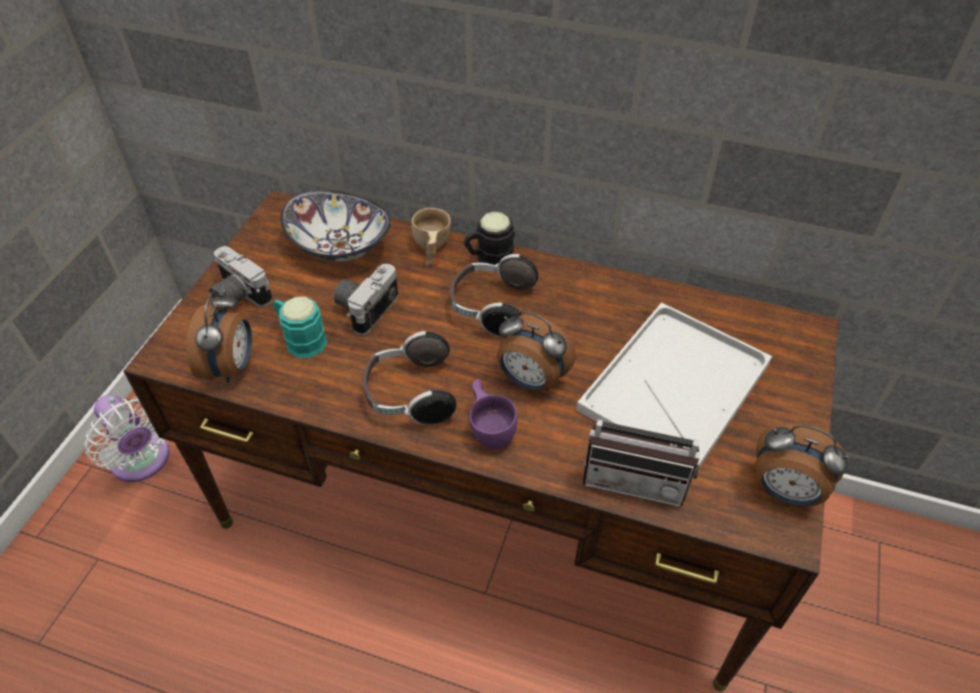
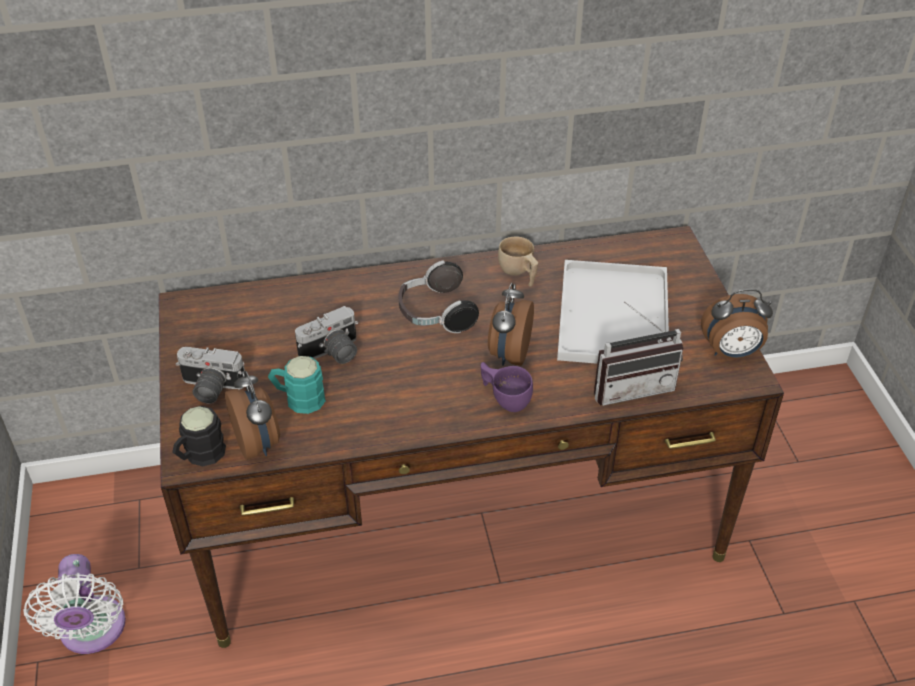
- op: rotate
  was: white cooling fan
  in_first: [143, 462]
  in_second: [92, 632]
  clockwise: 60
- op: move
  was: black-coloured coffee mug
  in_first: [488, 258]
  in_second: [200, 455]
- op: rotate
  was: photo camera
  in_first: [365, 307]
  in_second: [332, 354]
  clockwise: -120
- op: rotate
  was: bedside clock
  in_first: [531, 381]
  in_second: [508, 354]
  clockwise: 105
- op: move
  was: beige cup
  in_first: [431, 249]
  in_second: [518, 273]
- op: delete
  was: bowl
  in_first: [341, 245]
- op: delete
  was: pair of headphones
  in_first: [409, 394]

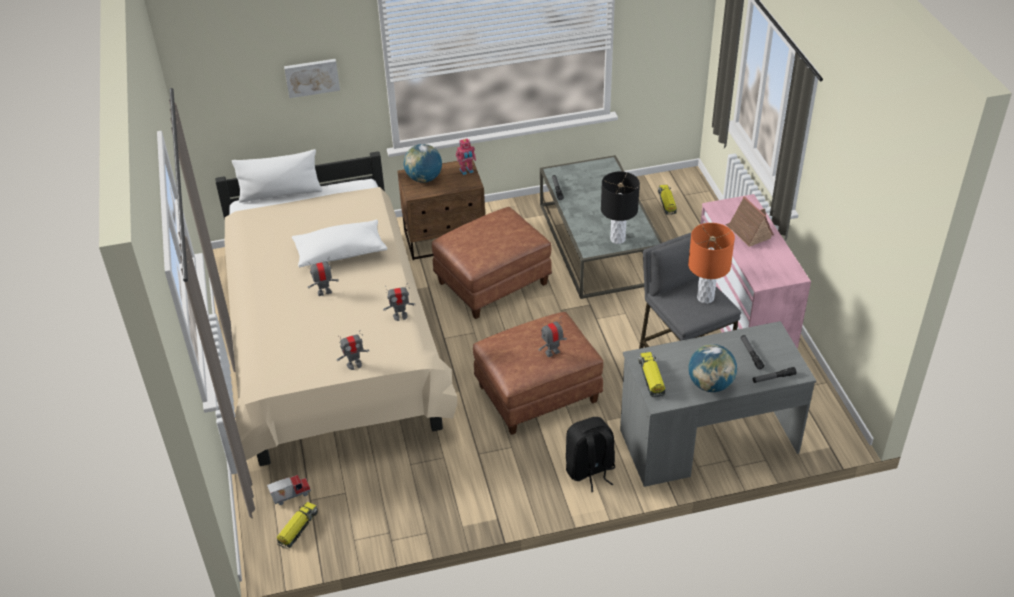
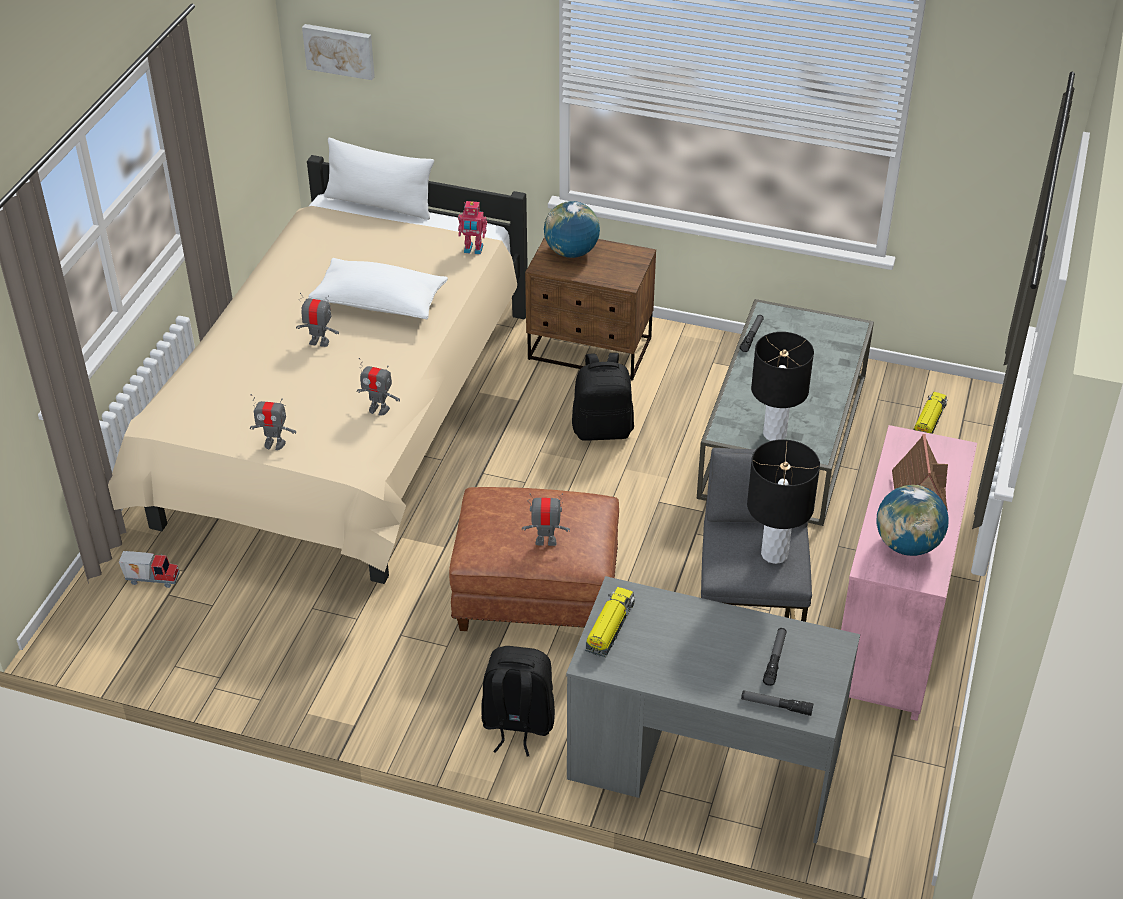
- op: move
  was: wall art
  in_first: [312, 77]
  in_second: [339, 50]
- op: move
  was: robot figure
  in_first: [466, 171]
  in_second: [473, 250]
- op: replace
  was: brownish pouffe
  now: black-coloured backpack
  in_first: [493, 282]
  in_second: [603, 429]
- op: recolor
  was: orangey table lamp
  now: black-coloured table lamp
  in_first: [705, 297]
  in_second: [774, 553]
- op: move
  was: desk globe
  in_first: [710, 384]
  in_second: [907, 545]
- op: delete
  was: model truck
  in_first: [297, 528]

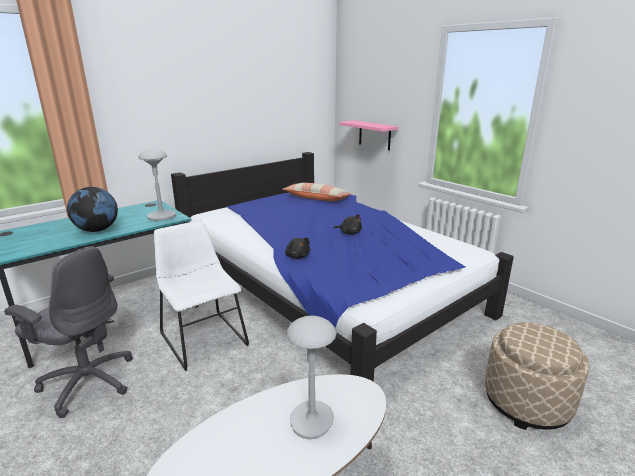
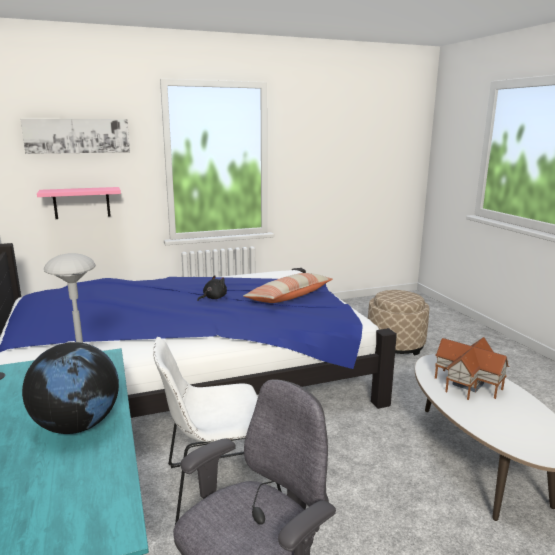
- op: insert
  now: wall art
  in_second: [77, 136]
- op: move
  was: cushion
  in_first: [317, 199]
  in_second: [289, 297]
- op: replace
  was: grey table lamp
  now: toy house
  in_first: [312, 421]
  in_second: [469, 383]
- op: delete
  was: black-coloured cuddly toy
  in_first: [297, 256]

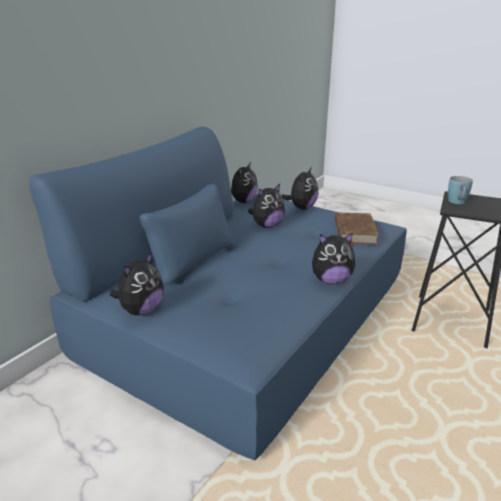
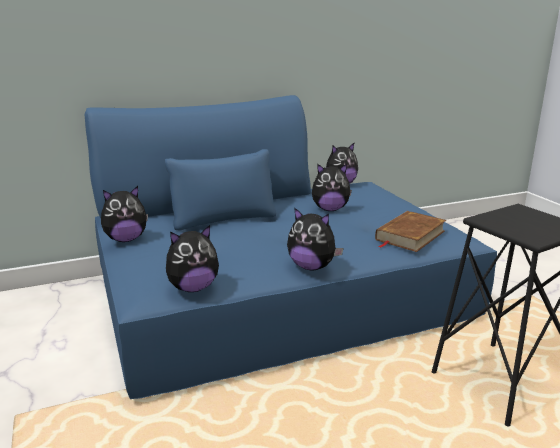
- op: move
  was: cuddly toy
  in_first: [301, 208]
  in_second: [193, 288]
- op: delete
  was: bluish coffee mug
  in_first: [457, 202]

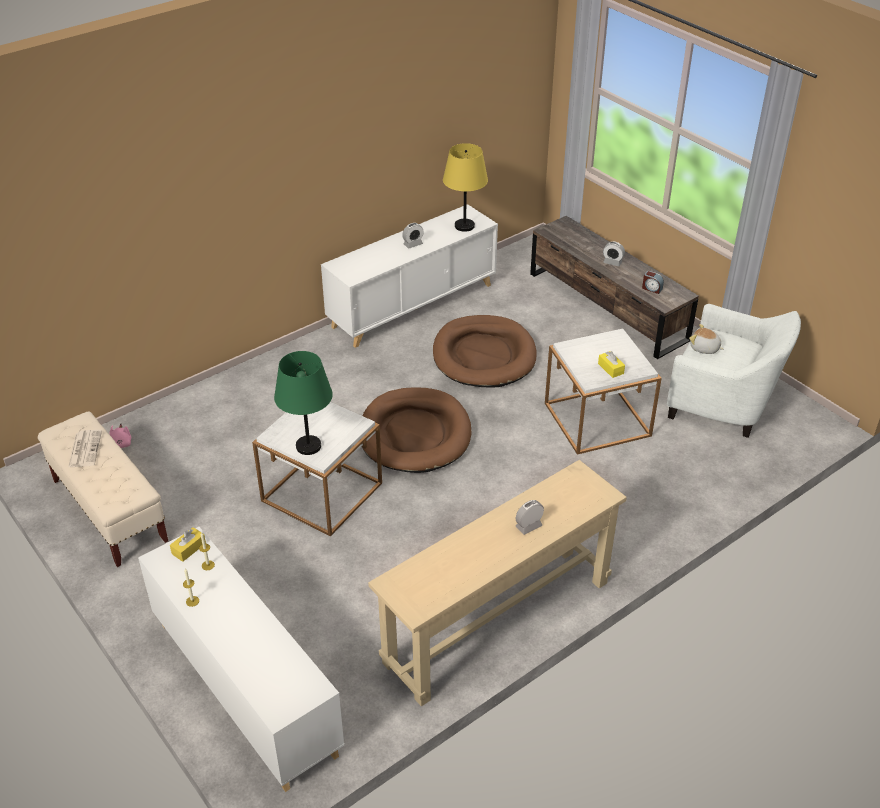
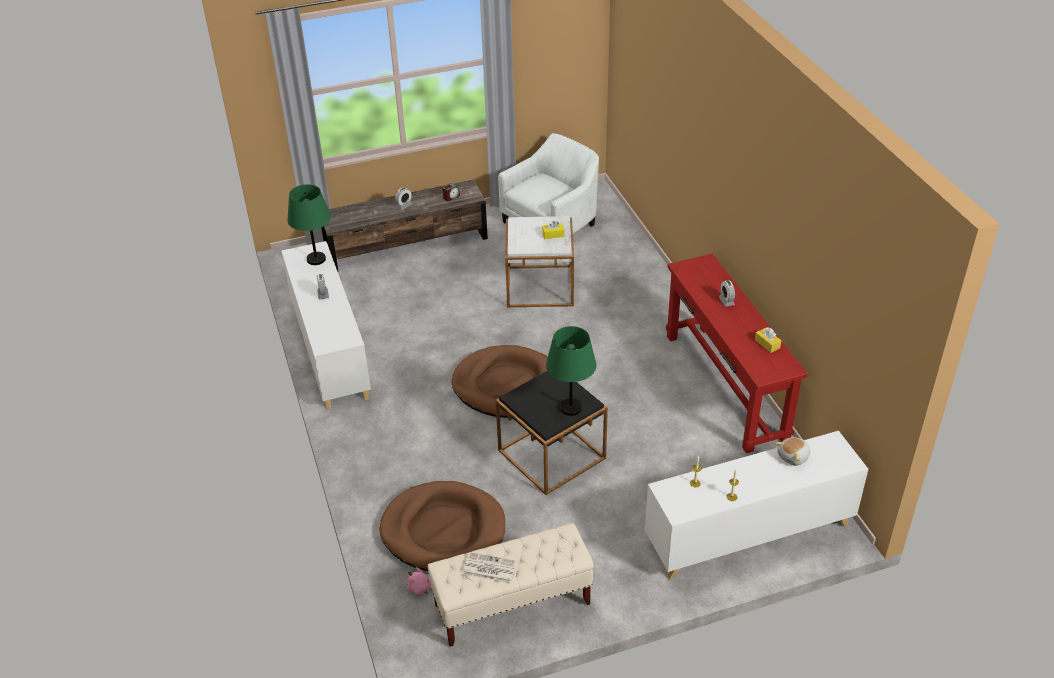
- op: recolor
  was: yellowish table lamp
  now: green table lamp
  in_first: [464, 226]
  in_second: [316, 259]
- op: move
  was: brownish pet bed
  in_first: [484, 355]
  in_second: [443, 530]
- op: recolor
  was: white side table
  now: black-coloured side table
  in_first: [322, 492]
  in_second: [551, 454]
- op: recolor
  was: beige hall table
  now: red hall table
  in_first: [498, 621]
  in_second: [725, 386]
- op: move
  was: yellowish box of tissues
  in_first: [189, 548]
  in_second: [767, 344]
- op: move
  was: cuddly toy
  in_first: [704, 348]
  in_second: [793, 457]

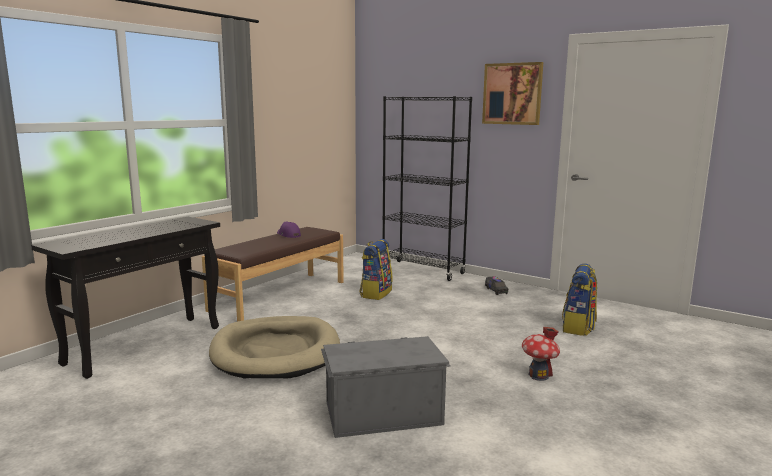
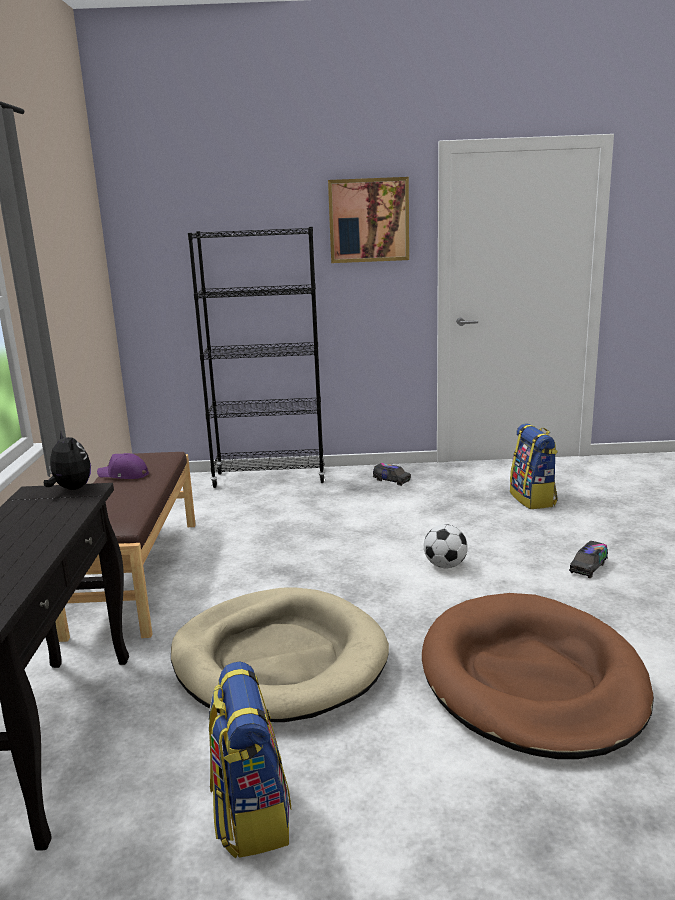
- op: insert
  now: cuddly toy
  in_second: [71, 489]
- op: move
  was: backpack
  in_first: [375, 293]
  in_second: [250, 814]
- op: replace
  was: grey storage bin
  now: brownish pet bed
  in_first: [382, 412]
  in_second: [531, 679]
- op: insert
  now: ball for football
  in_second: [445, 565]
- op: replace
  was: toy house
  now: model truck
  in_first: [538, 376]
  in_second: [588, 567]

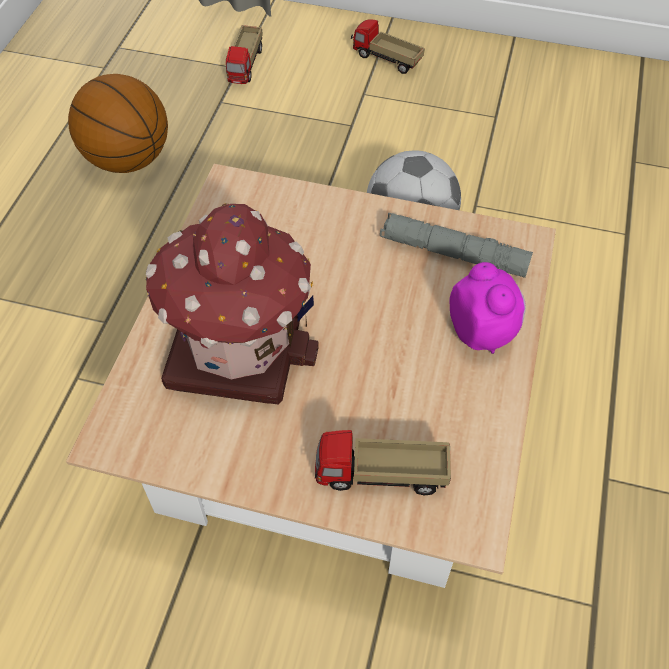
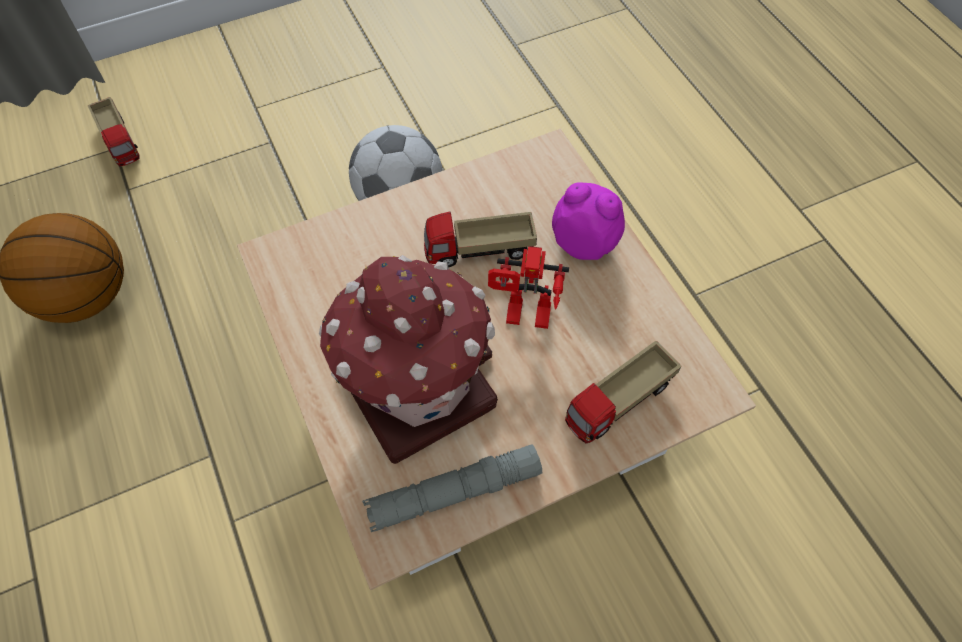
- op: move
  was: grey hand torch
  in_first: [453, 253]
  in_second: [453, 492]
- op: move
  was: model truck
  in_first: [386, 60]
  in_second: [479, 252]
- op: insert
  now: robot figure
  in_second: [524, 318]

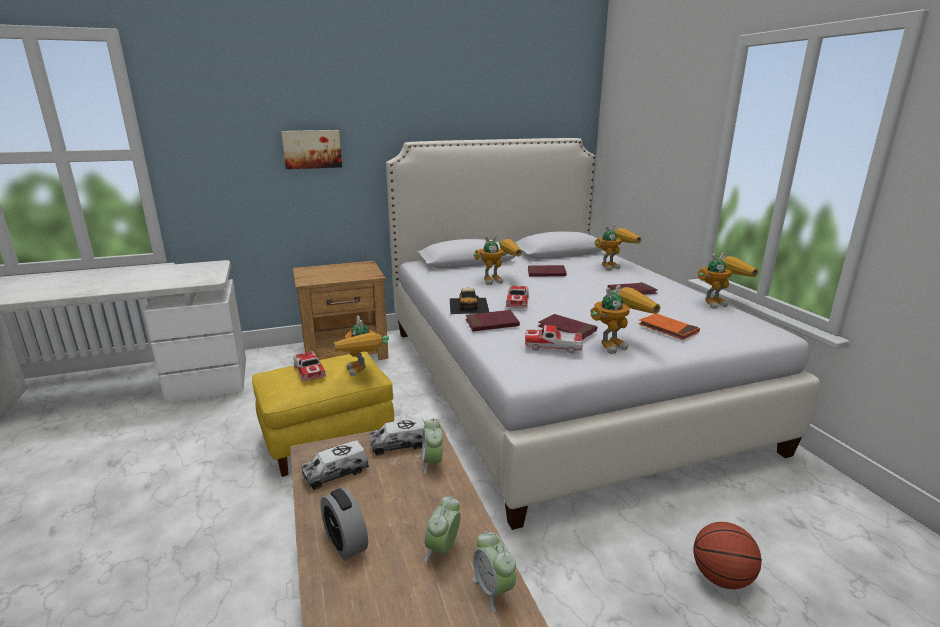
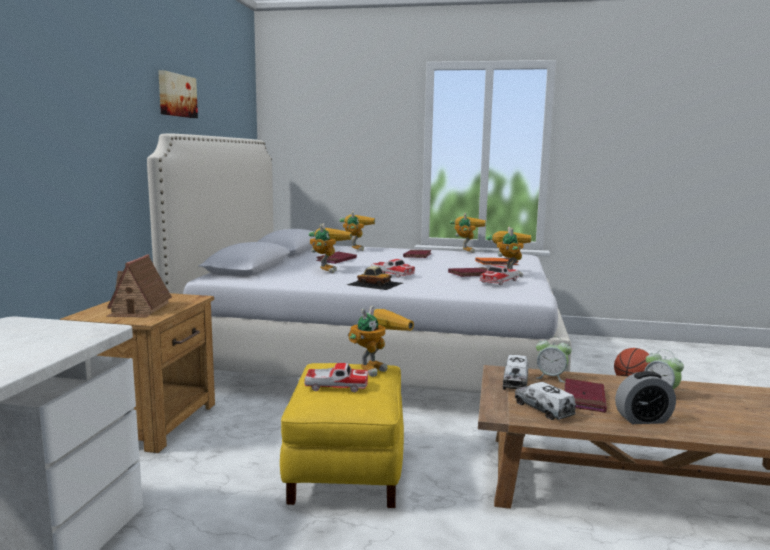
- op: insert
  now: toy house
  in_second: [139, 309]
- op: move
  was: wall art
  in_first: [312, 149]
  in_second: [176, 95]
- op: rotate
  was: robot figure
  in_first: [363, 373]
  in_second: [376, 367]
  clockwise: -60
- op: rotate
  was: model truck
  in_first: [336, 473]
  in_second: [543, 409]
  clockwise: 150
- op: move
  was: red bound book
  in_first: [492, 323]
  in_second: [584, 398]
- op: delete
  was: bedside clock
  in_first: [493, 590]

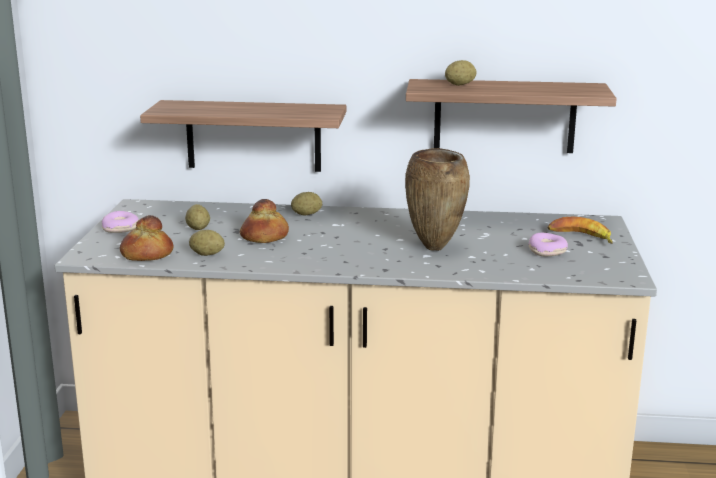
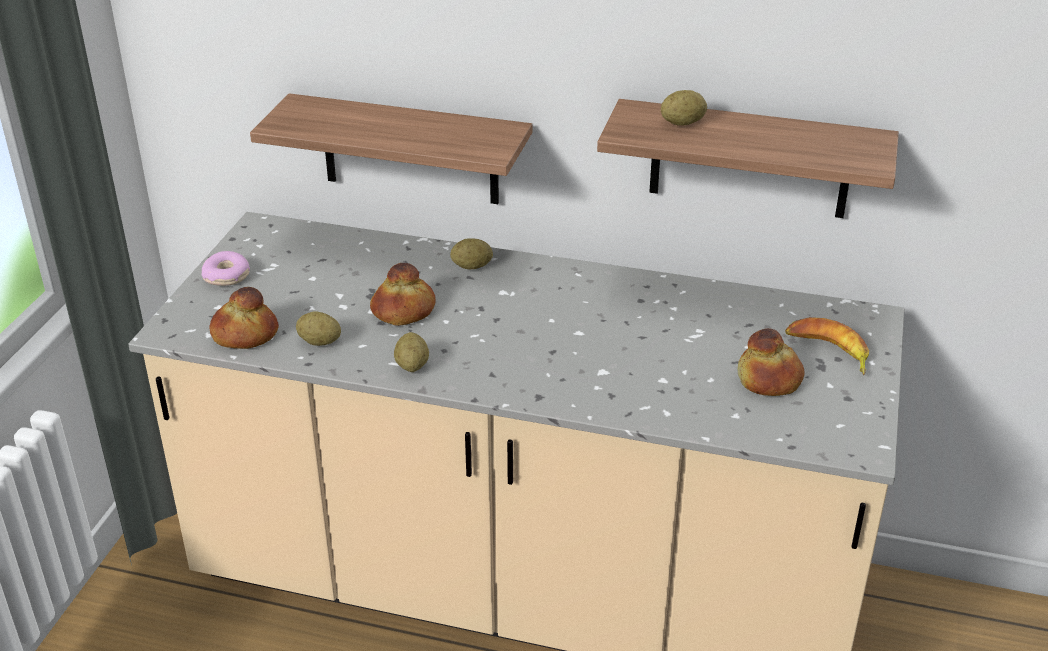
- op: move
  was: spud
  in_first: [198, 228]
  in_second: [412, 366]
- op: replace
  was: donut
  now: bakery bread
  in_first: [547, 251]
  in_second: [770, 379]
- op: delete
  was: brownish flower vase
  in_first: [436, 248]

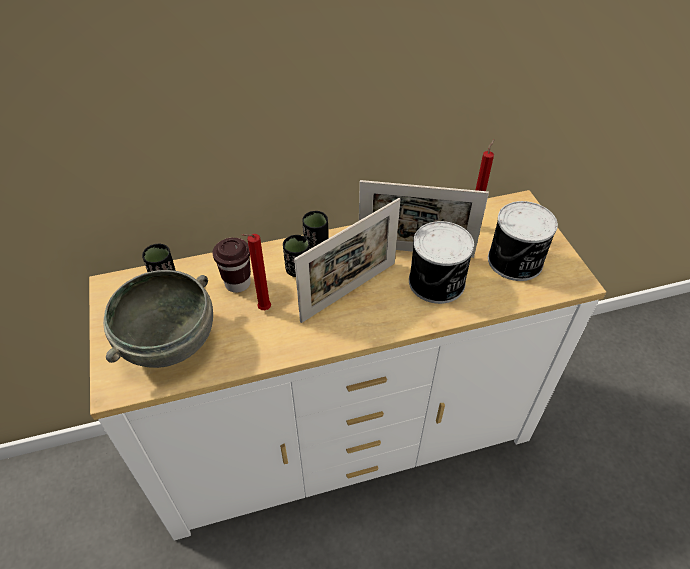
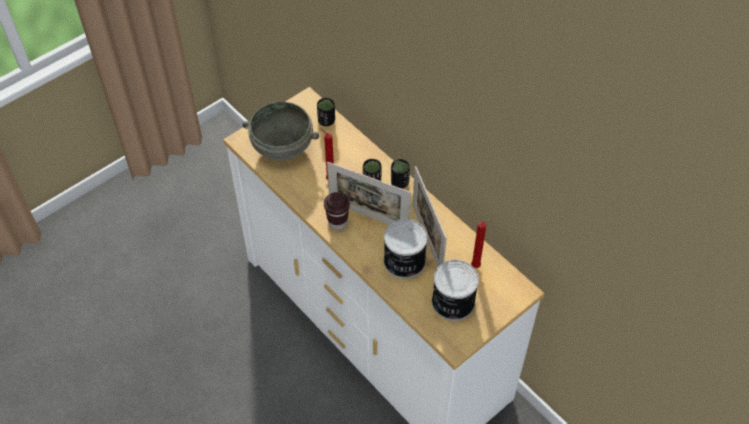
- op: move
  was: brownish cup
  in_first: [237, 283]
  in_second: [337, 223]

